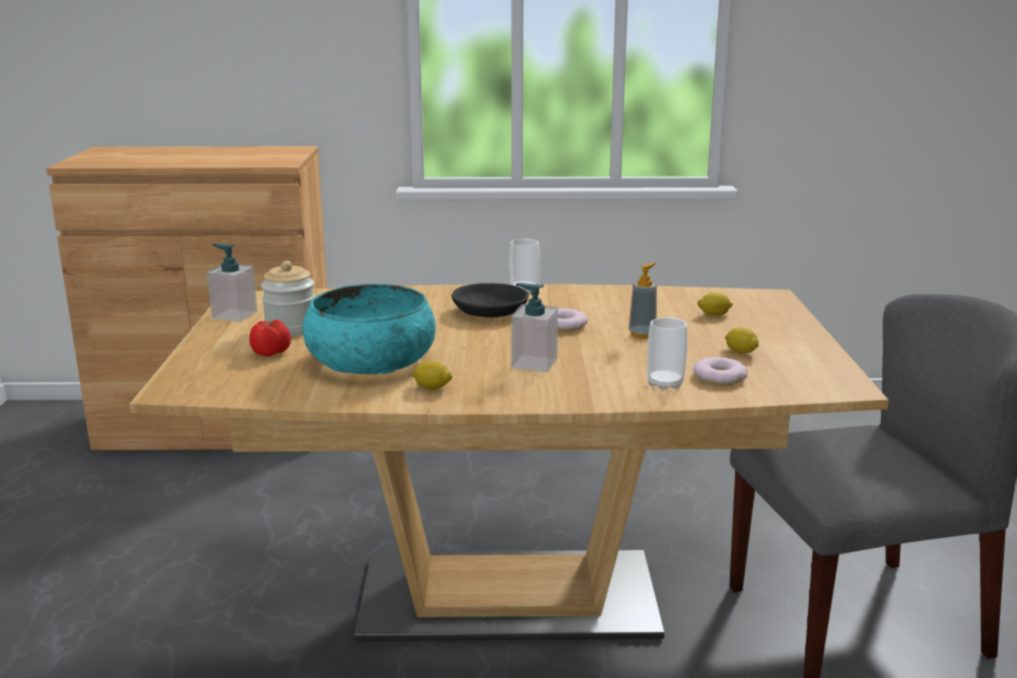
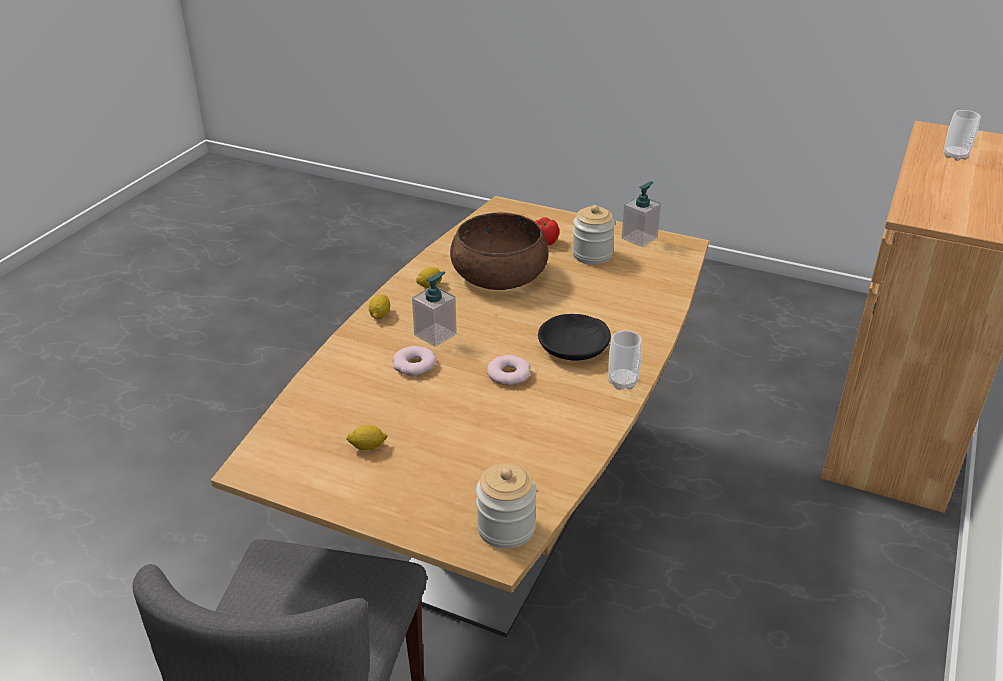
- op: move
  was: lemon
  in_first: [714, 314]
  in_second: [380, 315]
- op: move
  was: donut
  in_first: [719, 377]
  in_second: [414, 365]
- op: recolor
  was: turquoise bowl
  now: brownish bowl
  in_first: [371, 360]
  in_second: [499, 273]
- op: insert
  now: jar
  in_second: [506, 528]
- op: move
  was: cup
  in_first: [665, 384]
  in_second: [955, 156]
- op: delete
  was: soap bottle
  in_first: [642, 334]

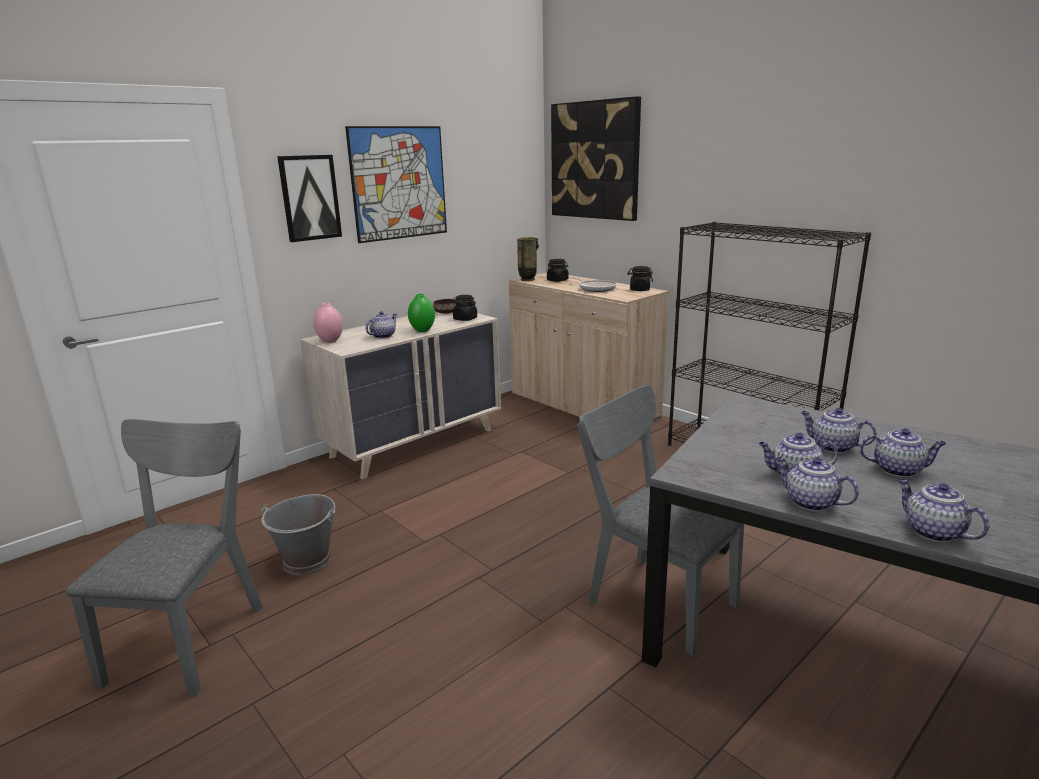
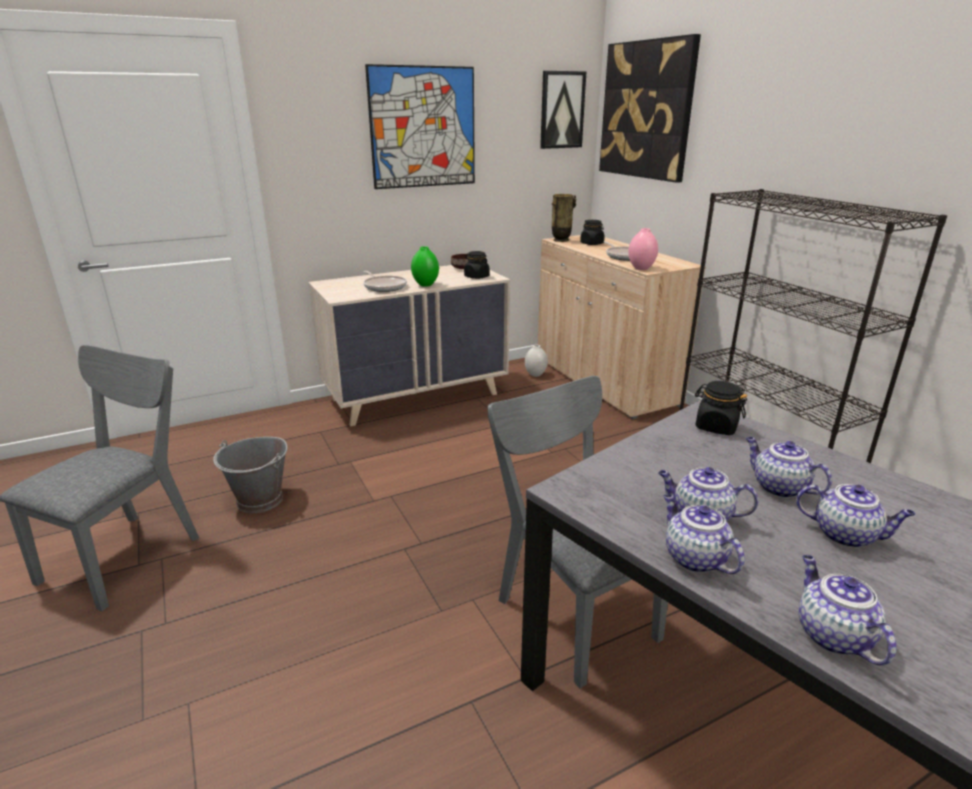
- op: replace
  was: pot for tea
  now: skillet
  in_first: [383, 336]
  in_second: [384, 286]
- op: insert
  now: white flower vase
  in_second: [535, 374]
- op: move
  was: wall art
  in_first: [310, 198]
  in_second: [561, 110]
- op: move
  was: pink flower vase
  in_first: [330, 341]
  in_second: [640, 268]
- op: move
  was: black-coloured jar
  in_first: [639, 289]
  in_second: [716, 427]

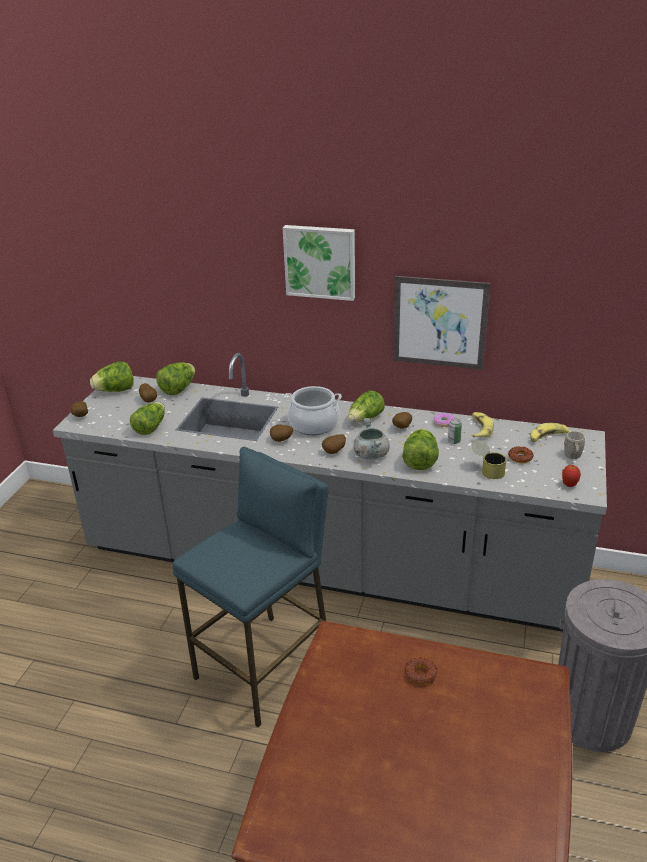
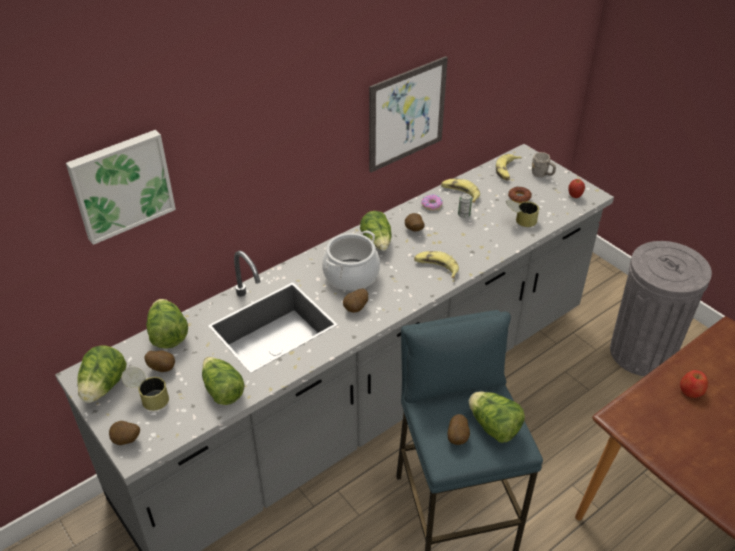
- op: move
  was: wall art
  in_first: [320, 261]
  in_second: [121, 185]
- op: insert
  now: sealed can
  in_second: [148, 397]
- op: replace
  was: grey stockpot
  now: whole banana
  in_first: [370, 454]
  in_second: [436, 267]
- op: move
  was: spud
  in_first: [334, 452]
  in_second: [458, 437]
- op: move
  was: lettuce
  in_first: [420, 461]
  in_second: [493, 427]
- op: replace
  was: donut
  now: apple fruit
  in_first: [421, 674]
  in_second: [691, 391]

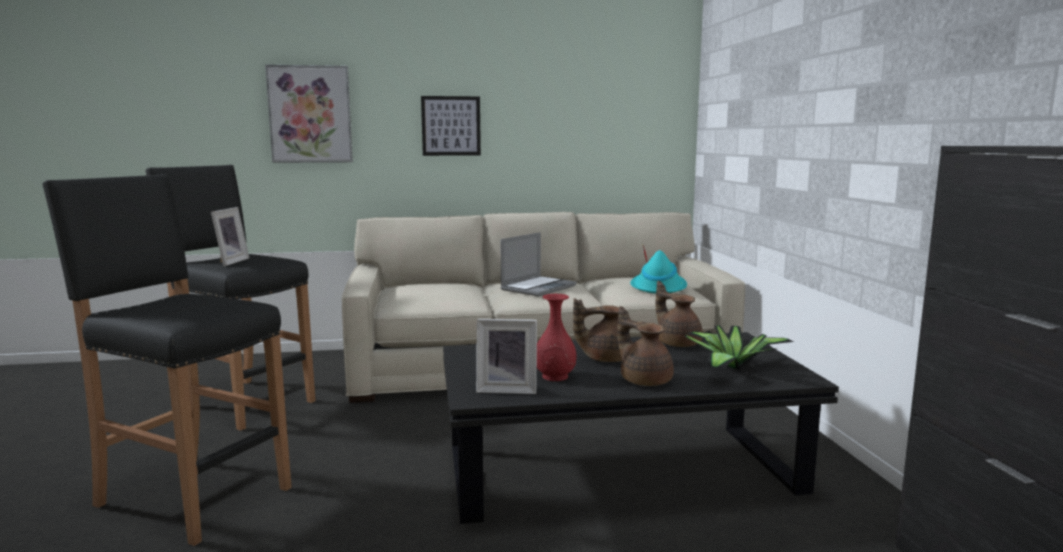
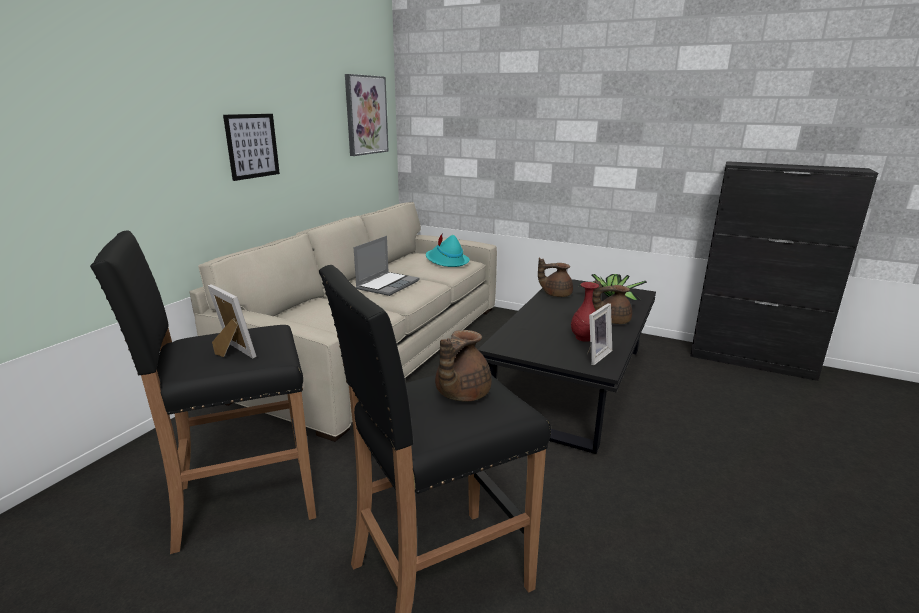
- op: move
  was: wall art
  in_first: [310, 114]
  in_second: [366, 115]
- op: rotate
  was: notebook computer
  in_first: [538, 287]
  in_second: [387, 285]
  clockwise: 45
- op: move
  was: brownish pot for tea
  in_first: [604, 358]
  in_second: [460, 394]

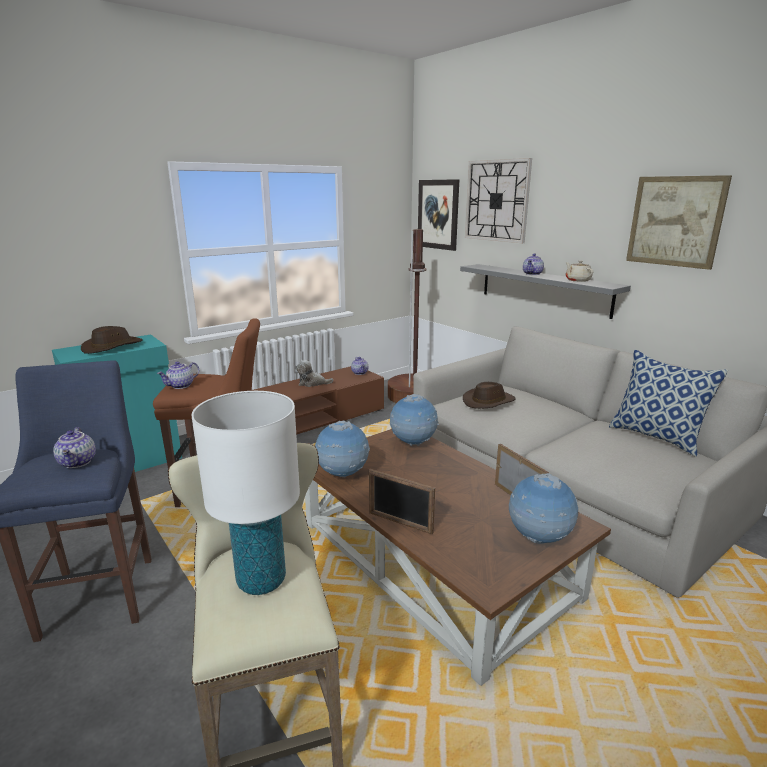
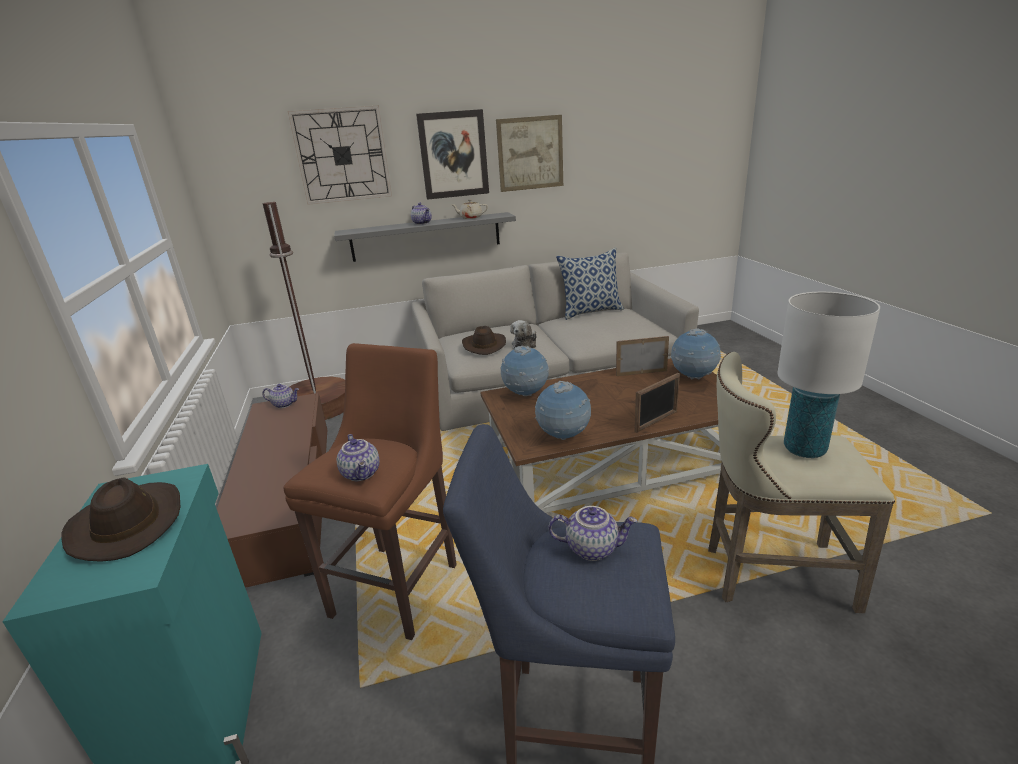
- op: move
  was: wall art
  in_first: [438, 214]
  in_second: [453, 155]
- op: move
  was: cuddly toy
  in_first: [312, 383]
  in_second: [525, 345]

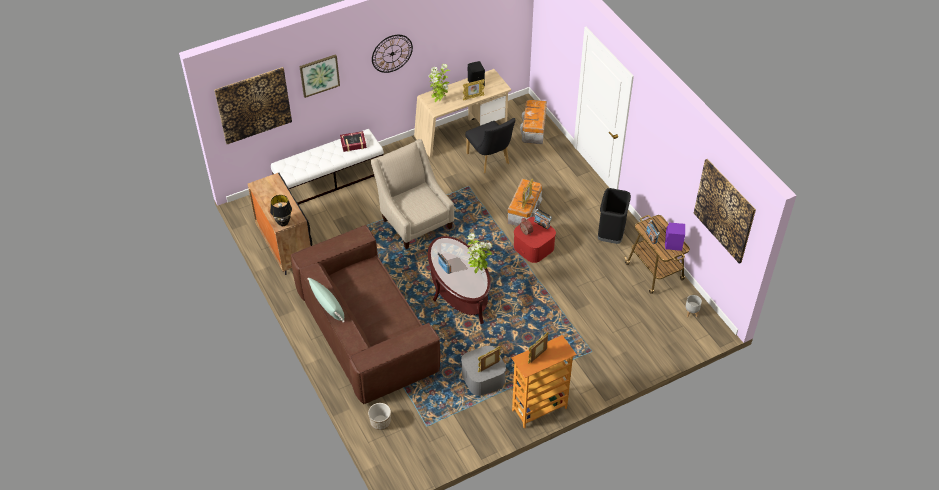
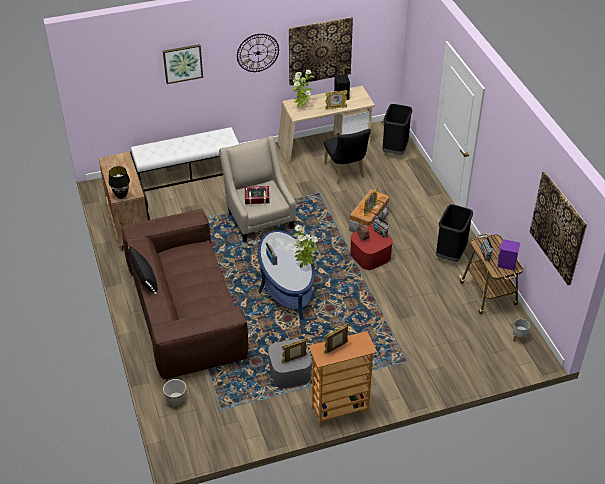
- op: recolor
  was: green cushion
  now: black-coloured cushion
  in_first: [328, 306]
  in_second: [144, 277]
- op: move
  was: bound book
  in_first: [353, 144]
  in_second: [257, 197]
- op: recolor
  was: brownish low table
  now: bluish low table
  in_first: [459, 290]
  in_second: [286, 286]
- op: move
  was: wall art
  in_first: [253, 105]
  in_second: [320, 51]
- op: replace
  was: storage bin
  now: black-coloured waste bin
  in_first: [533, 129]
  in_second: [395, 150]

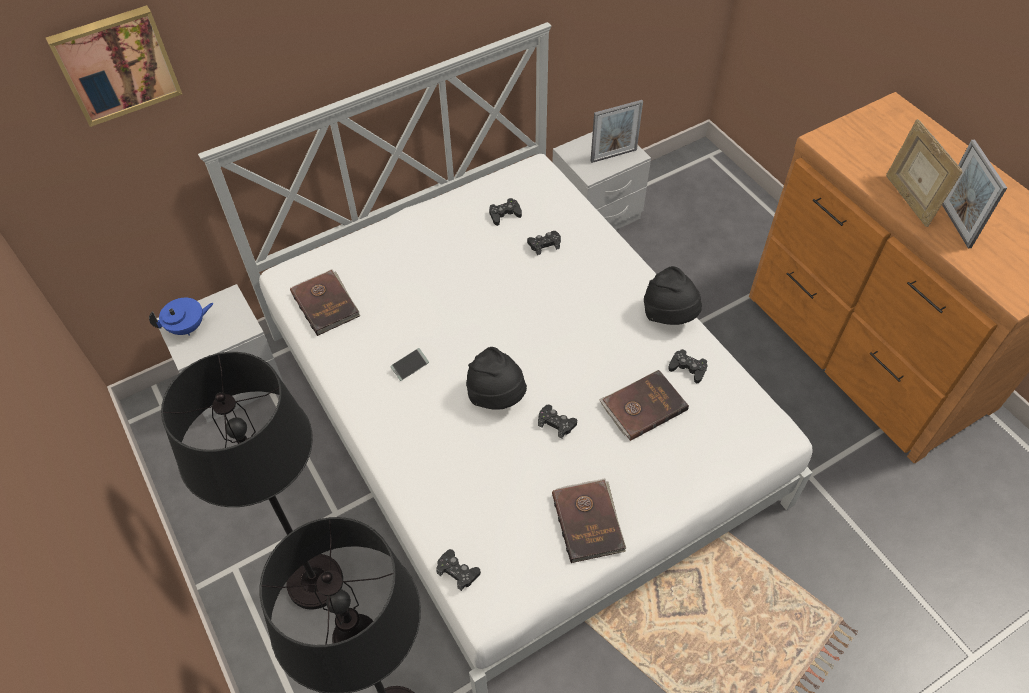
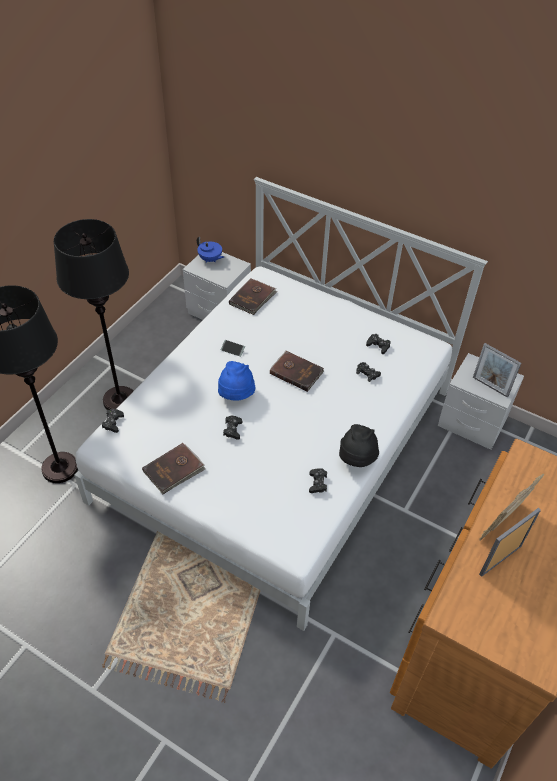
- op: recolor
  was: black-coloured hat
  now: bluish hat
  in_first: [497, 396]
  in_second: [236, 395]
- op: move
  was: brownish bound book
  in_first: [642, 406]
  in_second: [296, 372]
- op: delete
  was: wall art
  in_first: [116, 64]

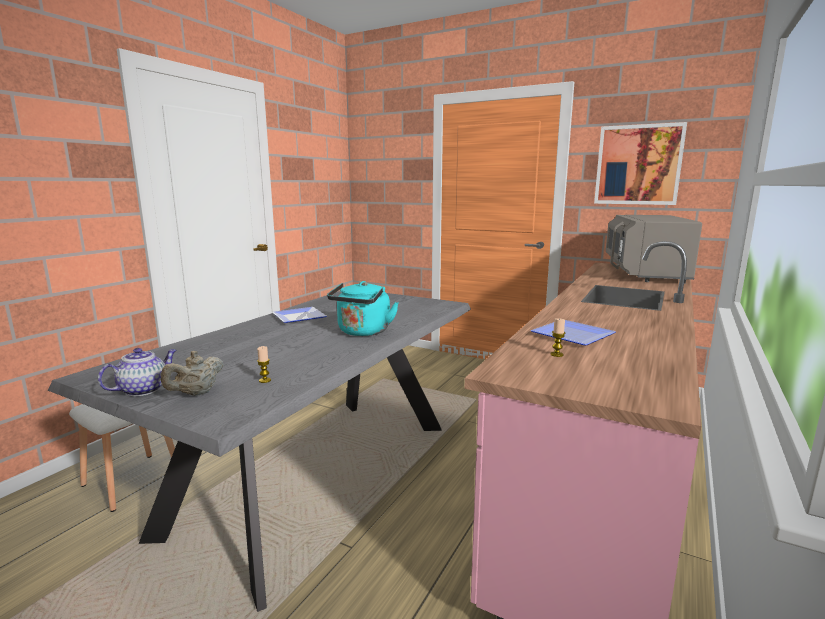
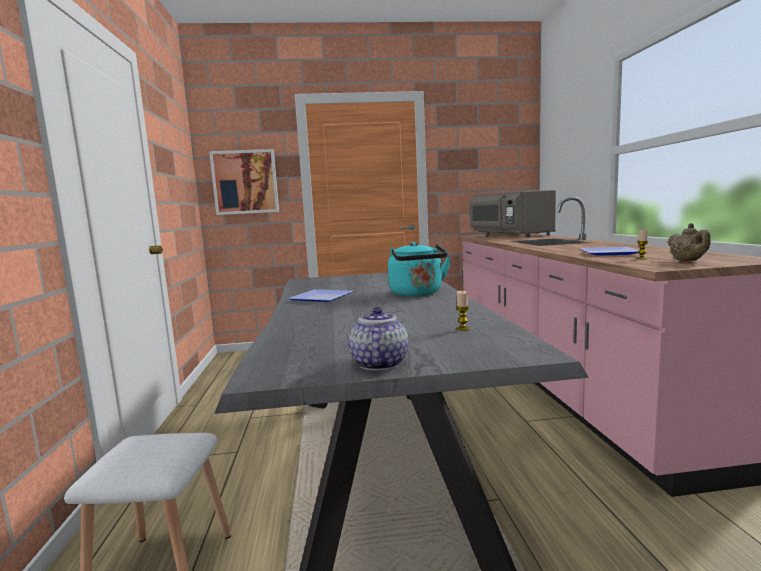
- op: move
  was: wall art
  in_first: [638, 165]
  in_second: [245, 182]
- op: move
  was: beige pot for tea
  in_first: [197, 393]
  in_second: [688, 261]

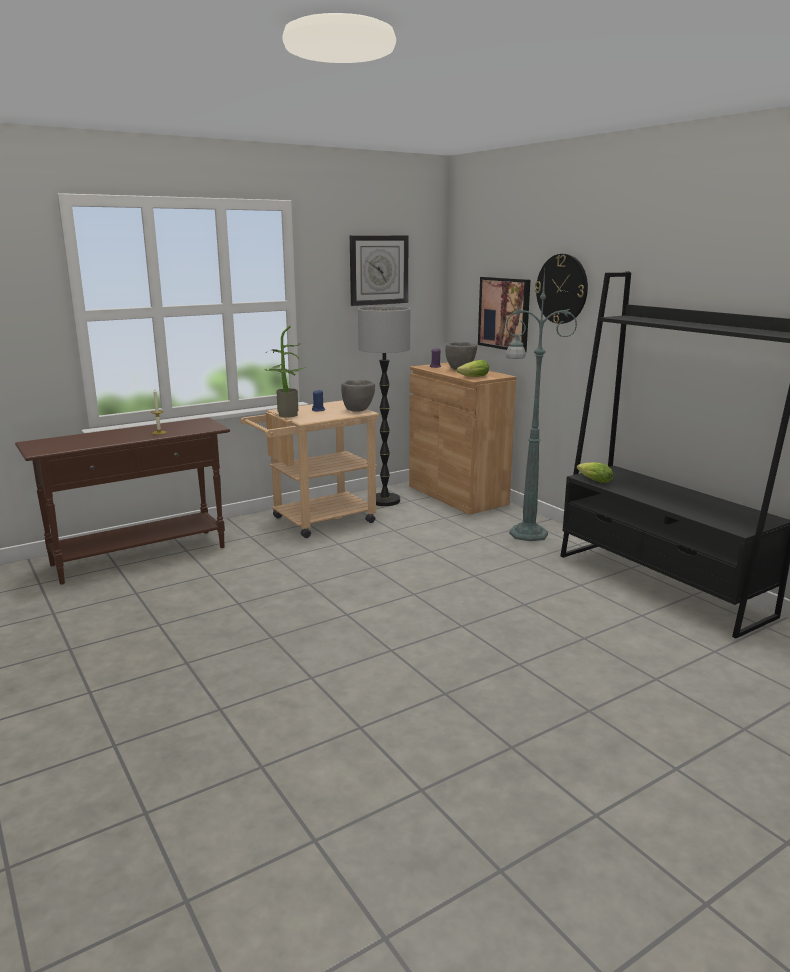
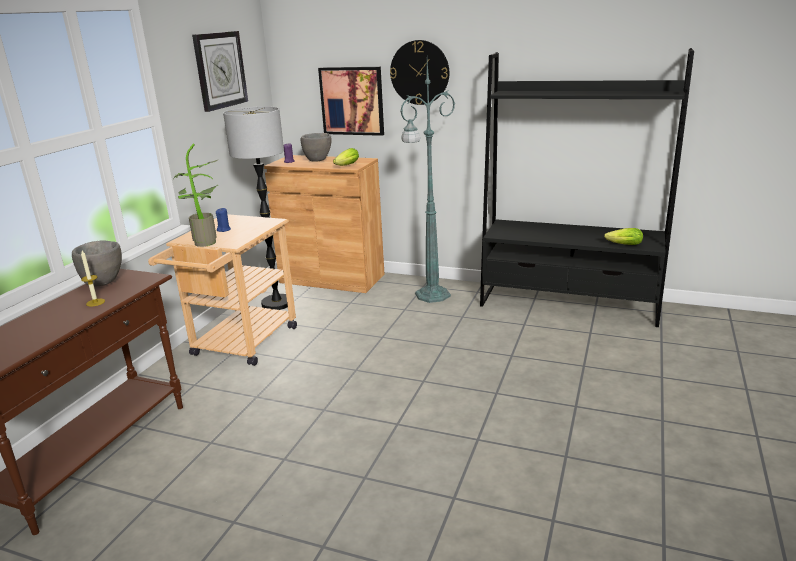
- op: move
  was: grey bowl
  in_first: [358, 410]
  in_second: [104, 282]
- op: move
  was: lettuce
  in_first: [593, 480]
  in_second: [622, 245]

